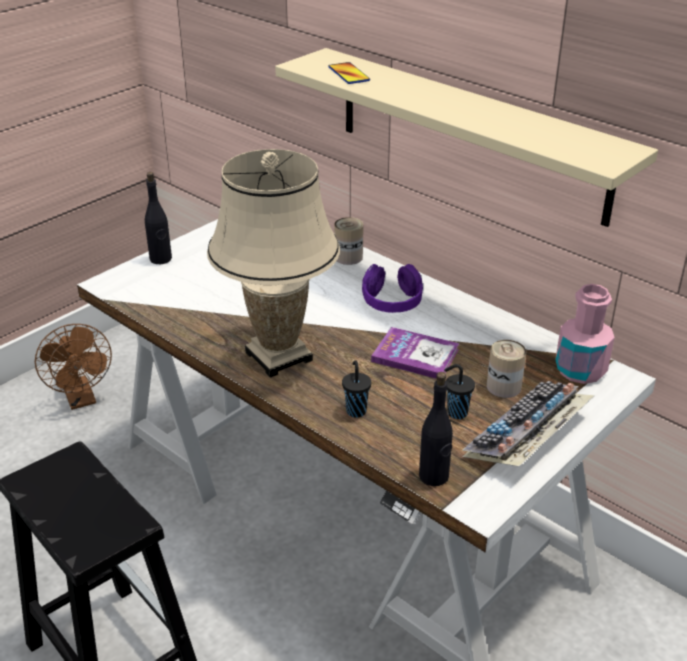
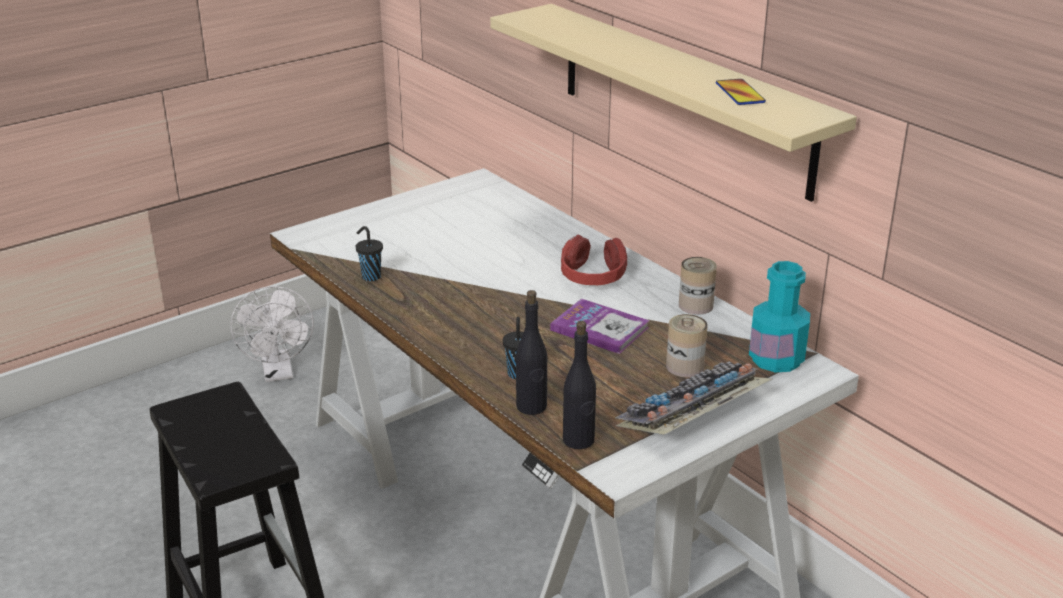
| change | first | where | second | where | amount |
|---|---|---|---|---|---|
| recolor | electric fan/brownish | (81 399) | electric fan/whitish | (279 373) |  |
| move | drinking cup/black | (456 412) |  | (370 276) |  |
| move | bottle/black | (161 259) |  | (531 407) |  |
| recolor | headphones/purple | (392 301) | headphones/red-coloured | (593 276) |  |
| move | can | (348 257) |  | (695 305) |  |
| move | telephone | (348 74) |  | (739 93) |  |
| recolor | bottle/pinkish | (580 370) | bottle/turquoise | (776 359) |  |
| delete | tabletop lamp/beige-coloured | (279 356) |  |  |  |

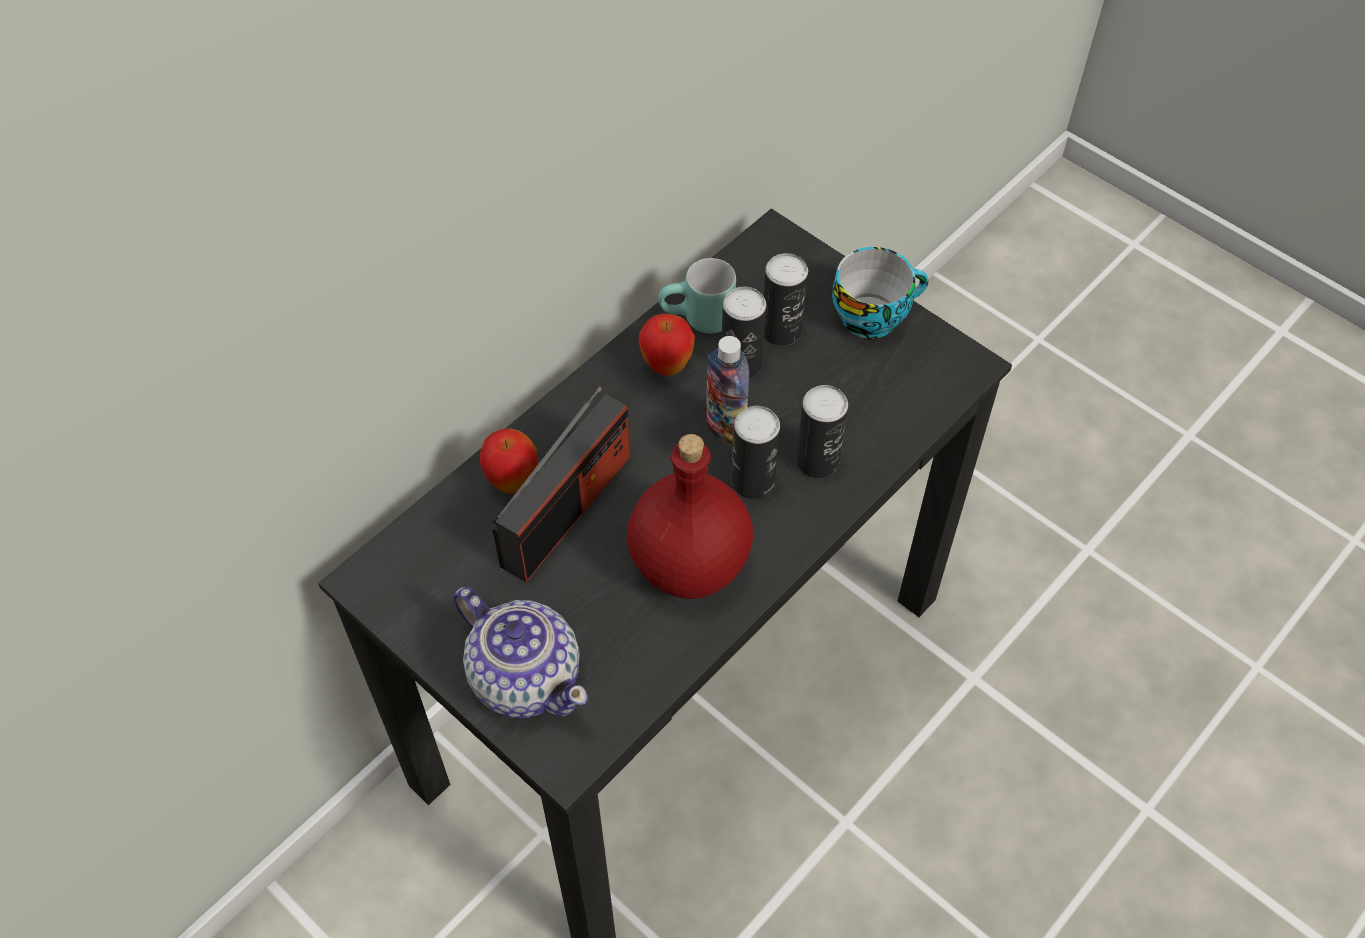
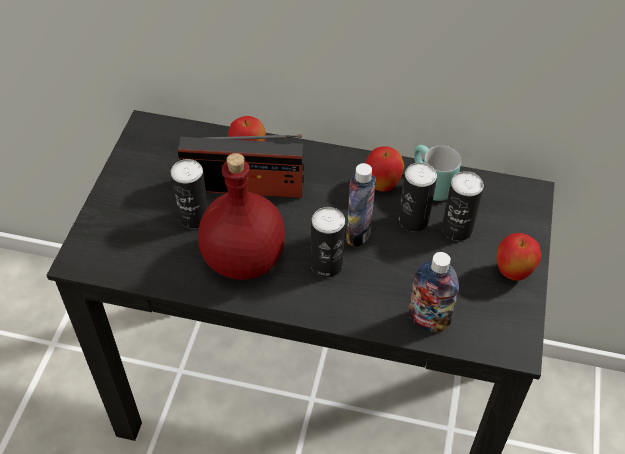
| change | first | where | second | where | amount |
|---|---|---|---|---|---|
| move | can | (817 461) |  | (194 217) |  |
| insert |  |  | bottle | (428 320) |  |
| replace | drinking cup | (872 315) | apple fruit | (512 273) |  |
| delete | tea pot | (525 676) |  |  |  |

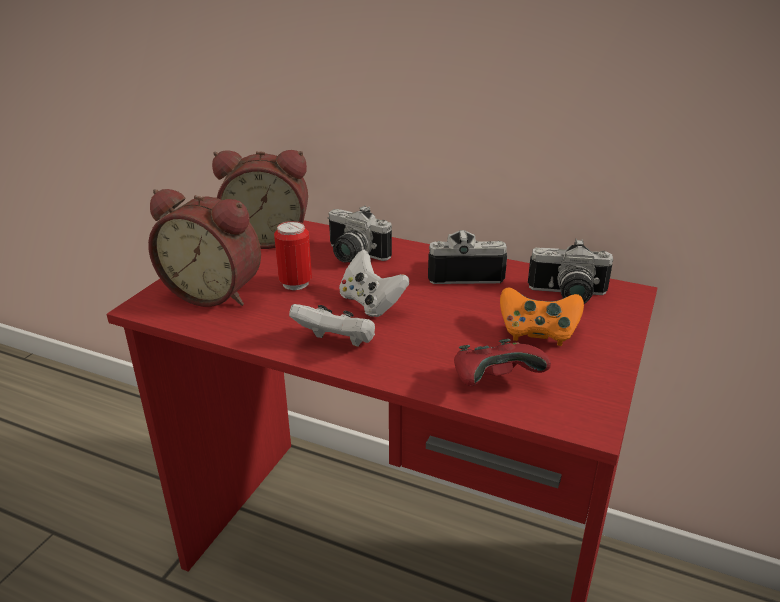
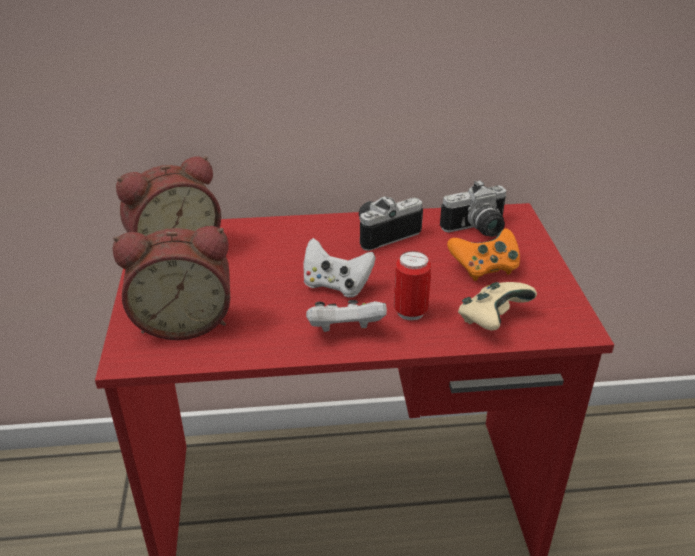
| change | first | where | second | where | amount |
|---|---|---|---|---|---|
| move | can | (295 283) |  | (410 312) |  |
| recolor | game controller/red-coloured | (495 381) | game controller/beige-coloured | (492 319) |  |
| delete | photo camera | (352 256) |  |  |  |

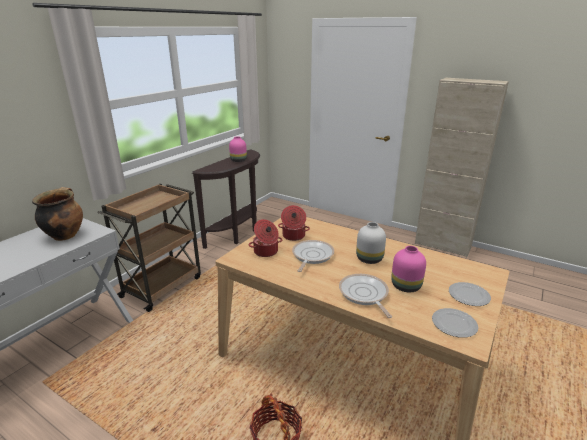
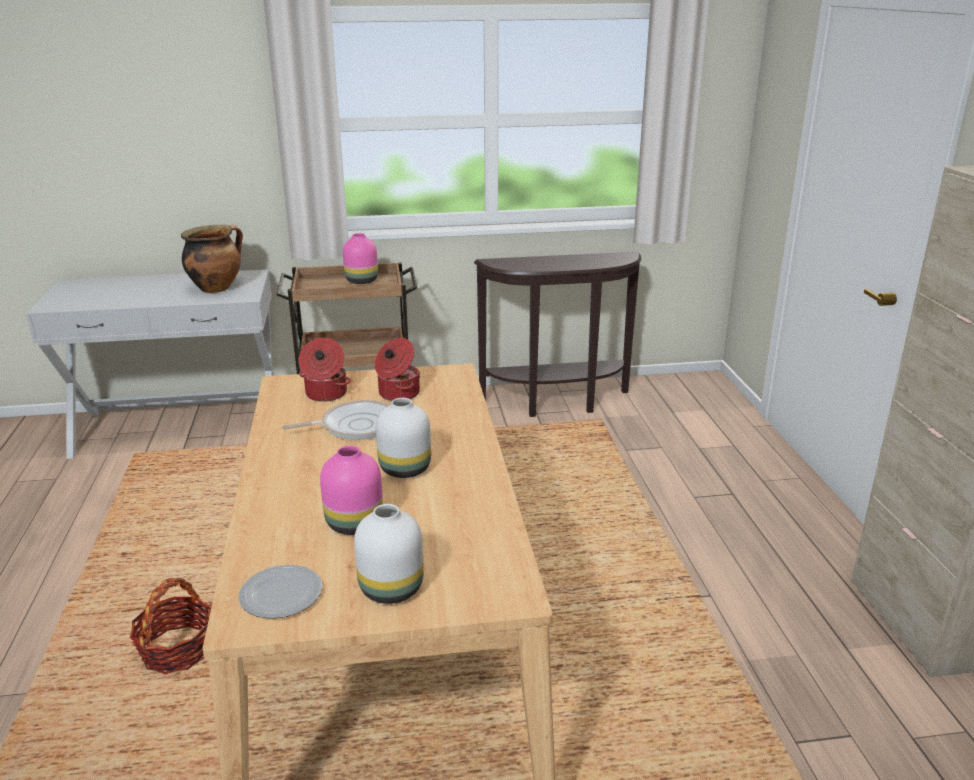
| change | first | where | second | where | amount |
|---|---|---|---|---|---|
| move | decorative vase/pinkish | (238 160) |  | (361 281) |  |
| replace | dinner plate | (468 296) | decorative vase/whitish | (389 589) |  |
| delete | frying pan | (364 294) |  |  |  |

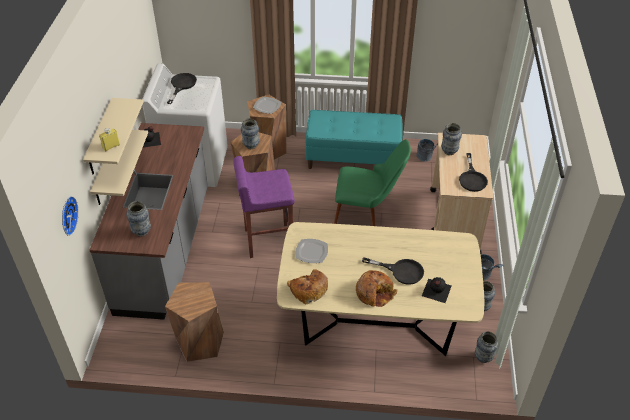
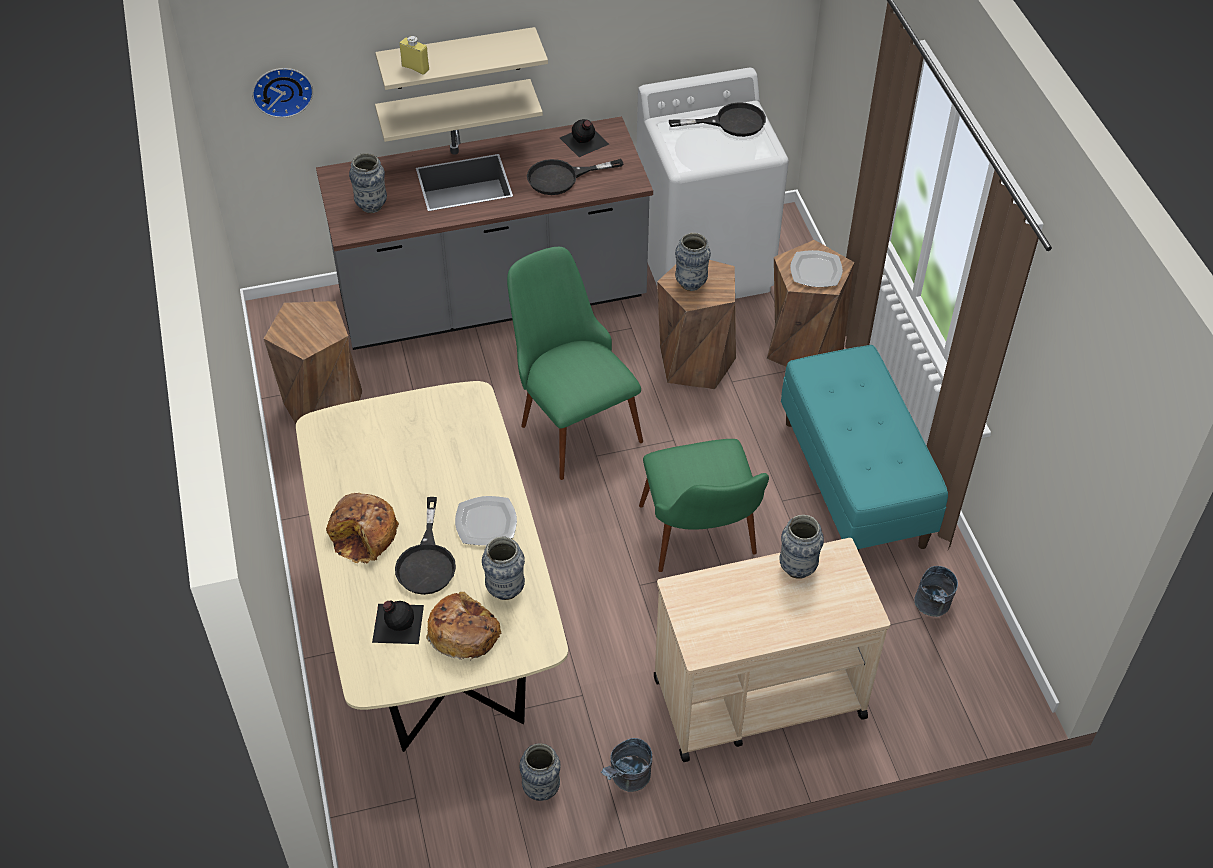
| change | first | where | second | where | amount |
|---|---|---|---|---|---|
| move | bread | (308 289) |  | (463 632) |  |
| move | dinner plate | (311 252) |  | (485 522) |  |
| move | decorative vase | (483 357) |  | (505 590) |  |
| replace | sitting stool/purple | (267 240) | upright chair/green | (571 420) |  |
| move | frying pan/black | (472 178) |  | (562 178) |  |

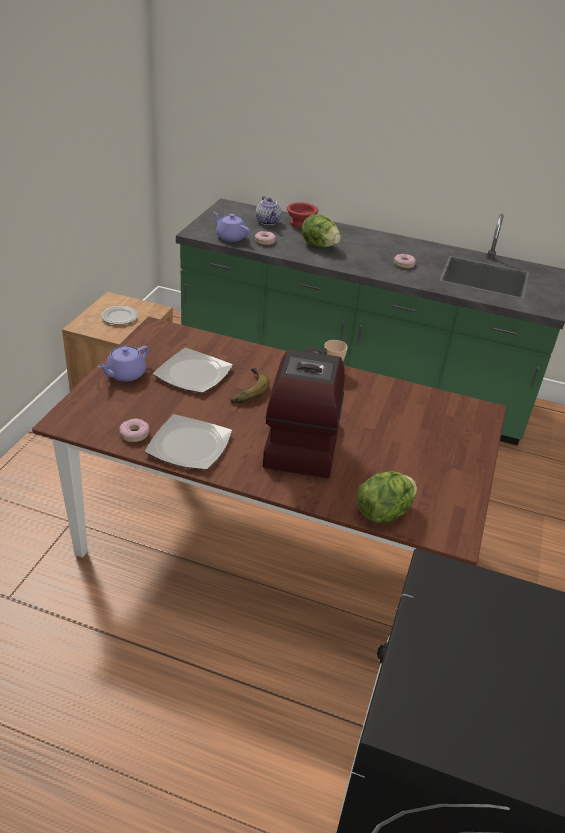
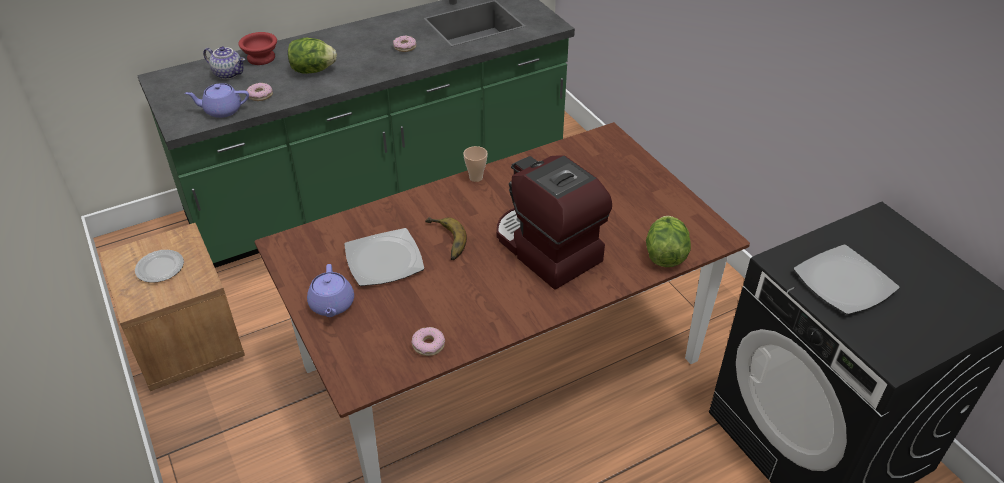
| change | first | where | second | where | amount |
|---|---|---|---|---|---|
| move | dinner plate | (189 446) |  | (845 283) |  |

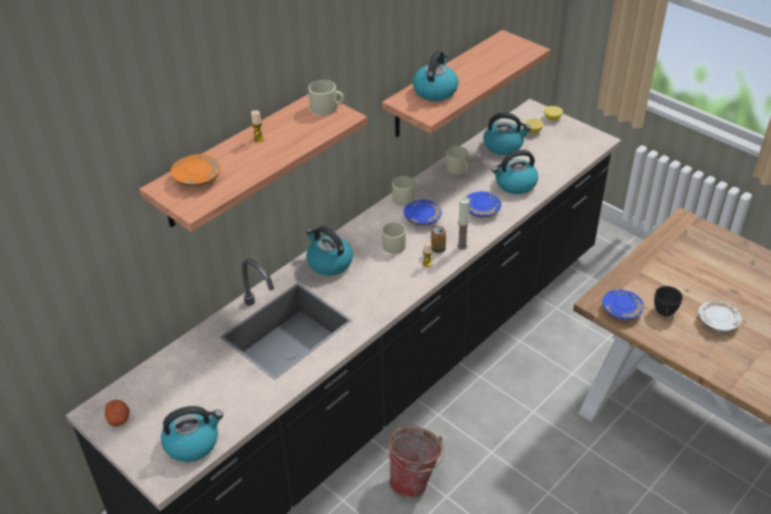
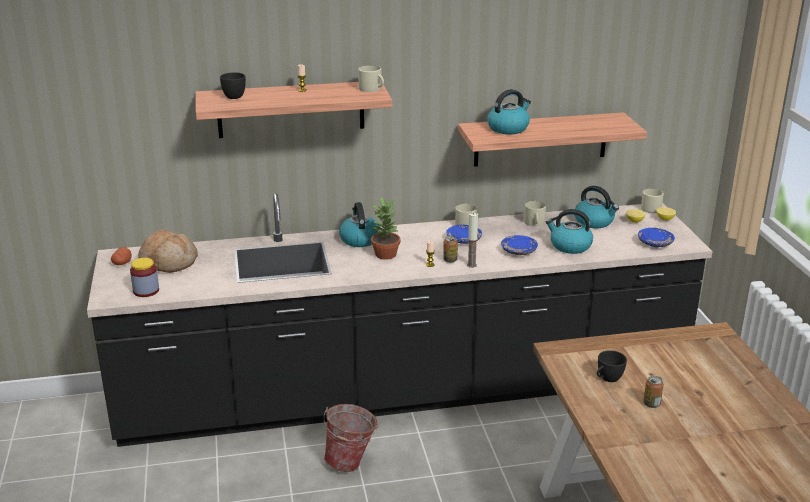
| change | first | where | second | where | amount |
|---|---|---|---|---|---|
| replace | water kettle | (193 442) | preserve jar | (146 291) |  |
| insert |  |  | bread | (169 262) |  |
| replace | dinner plate/orange-coloured | (197 178) | drinking cup/black | (235 95) |  |
| insert |  |  | potted plant | (386 254) |  |
| move | dinner plate/blue-coloured | (621 310) |  | (655 243) |  |
| move | tea mug/beige-coloured | (393 243) |  | (652 208) |  |
| replace | dinner plate/whitish | (717 322) | can | (651 404) |  |

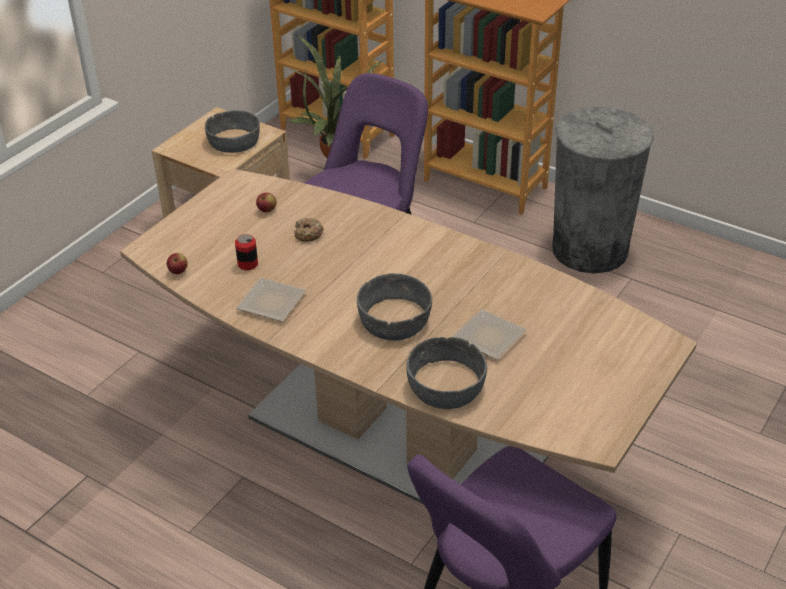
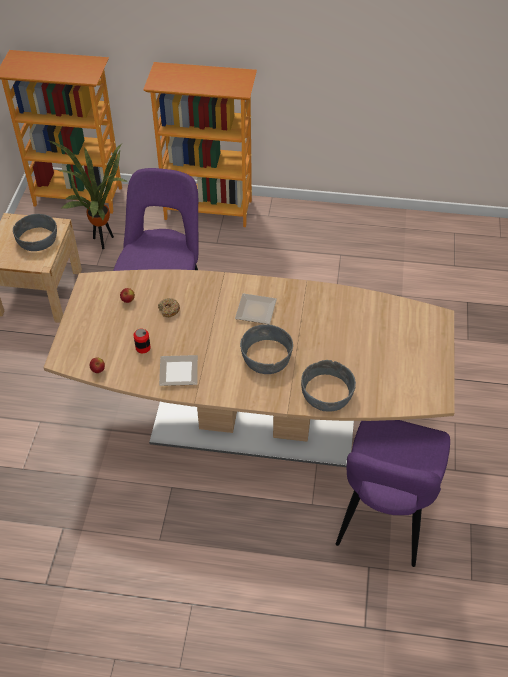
| change | first | where | second | where | amount |
|---|---|---|---|---|---|
| move | dinner plate | (489 339) |  | (257 312) |  |
| delete | waste bin/greyish | (590 250) |  |  |  |

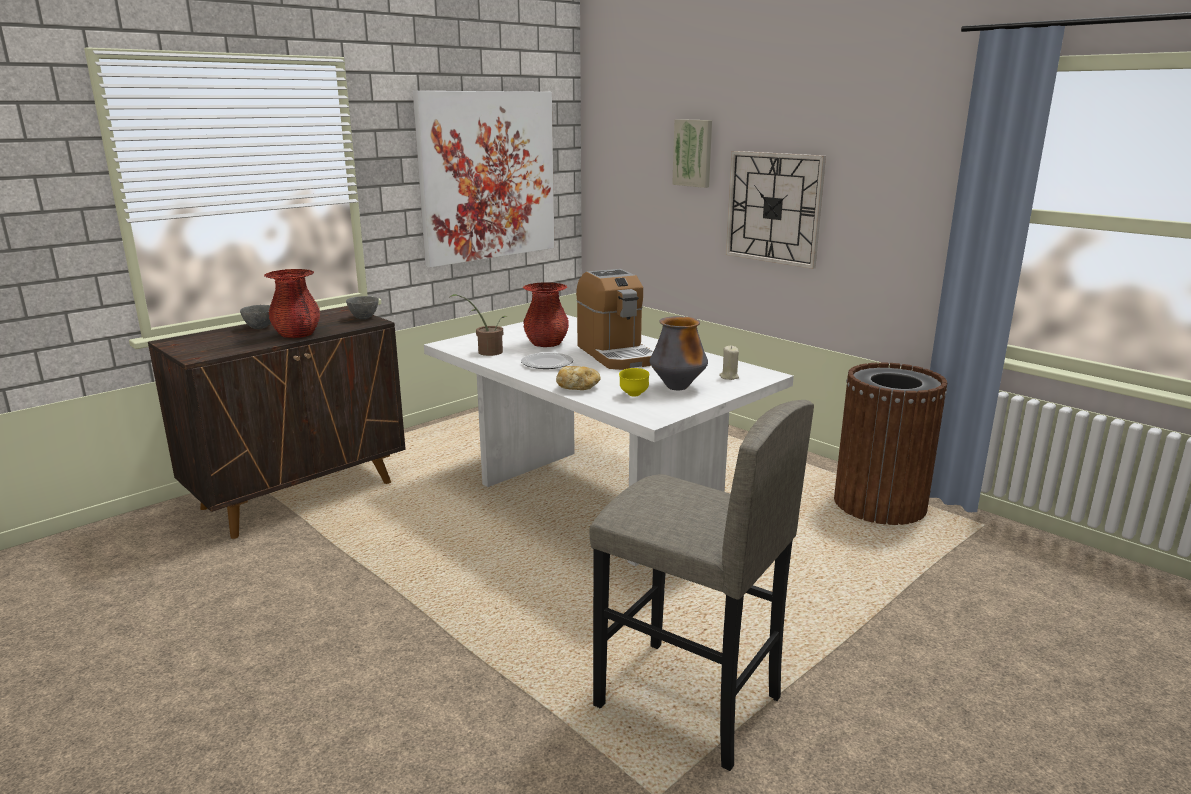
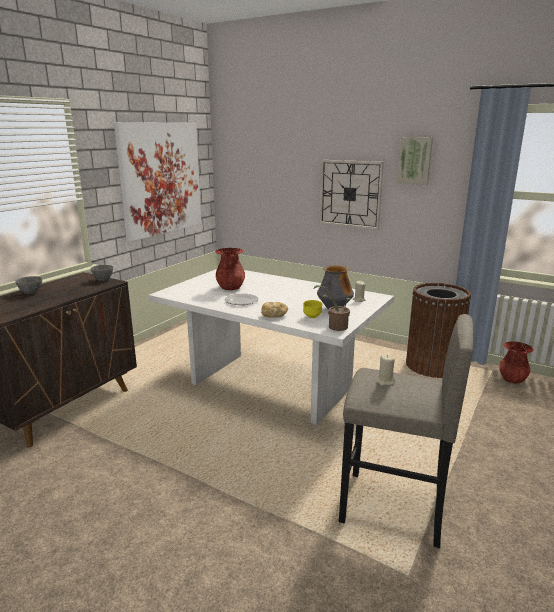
| change | first | where | second | where | amount |
|---|---|---|---|---|---|
| move | potted plant | (486 352) |  | (335 327) |  |
| insert |  |  | wax candle/beige-coloured | (385 381) |  |
| move | picture | (693 153) |  | (415 160) |  |
| move | decorative vase/red-coloured | (297 334) |  | (512 379) |  |
| delete | coffee maker | (616 354) |  |  |  |

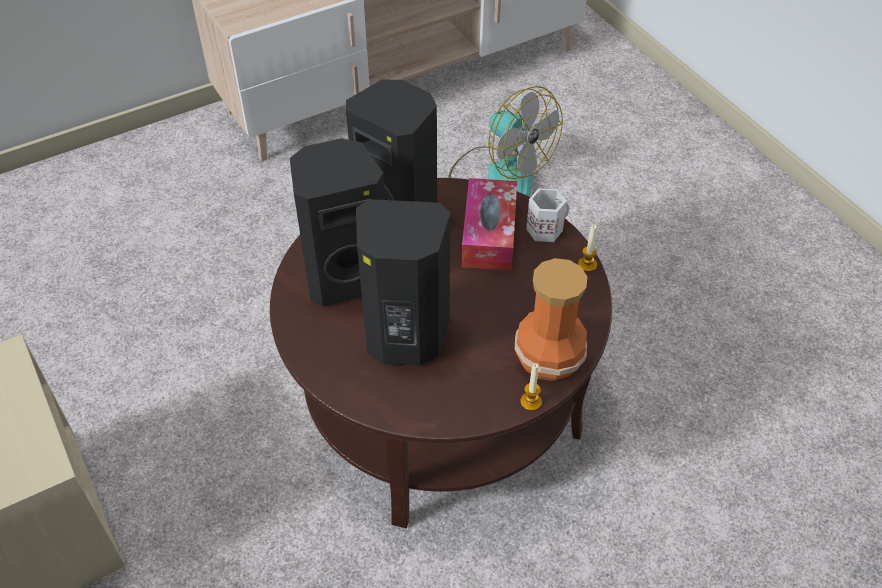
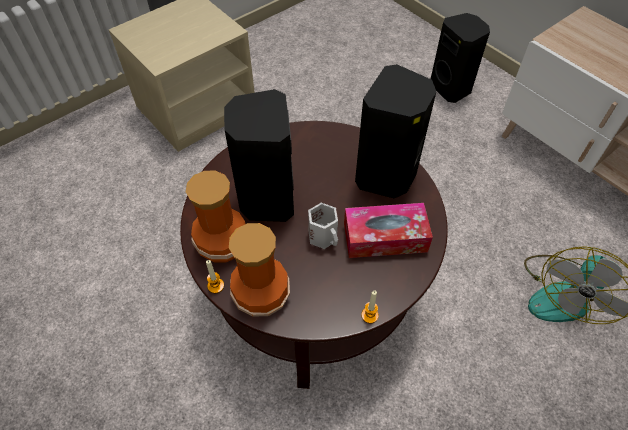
| change | first | where | second | where | amount |
|---|---|---|---|---|---|
| insert |  |  | decorative vase | (221 244) |  |
| move | tea mug/whitish | (545 228) |  | (324 236) |  |
| move | loudspeaker/black | (345 277) |  | (451 88) |  |

